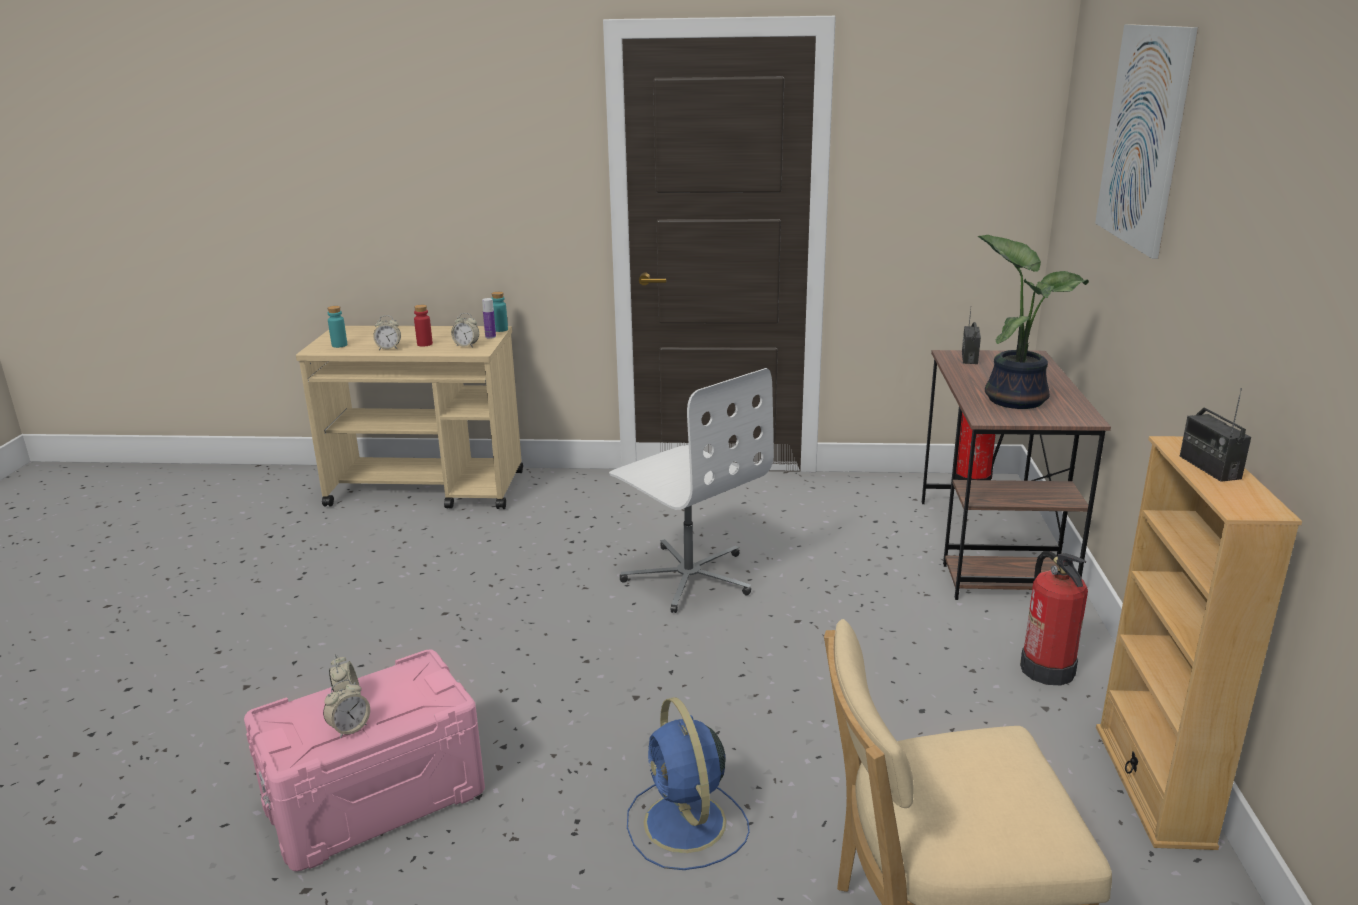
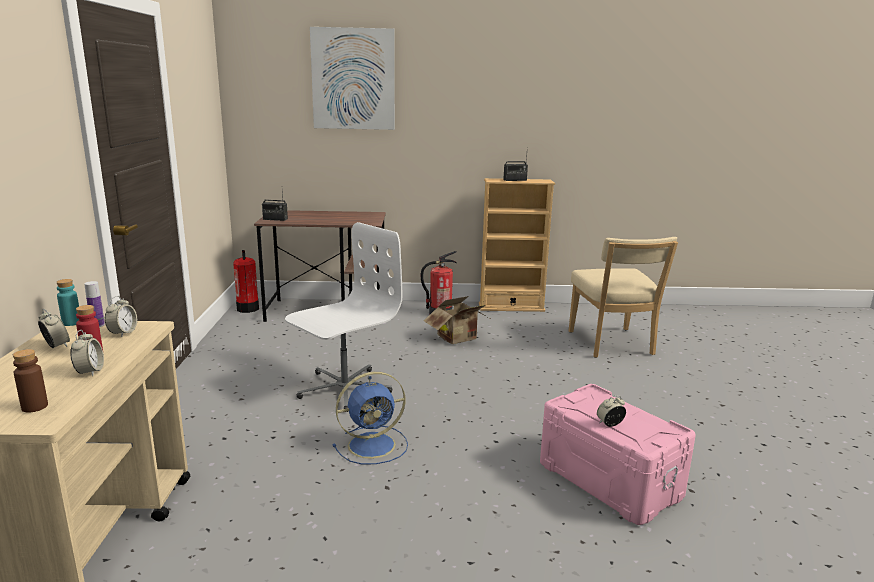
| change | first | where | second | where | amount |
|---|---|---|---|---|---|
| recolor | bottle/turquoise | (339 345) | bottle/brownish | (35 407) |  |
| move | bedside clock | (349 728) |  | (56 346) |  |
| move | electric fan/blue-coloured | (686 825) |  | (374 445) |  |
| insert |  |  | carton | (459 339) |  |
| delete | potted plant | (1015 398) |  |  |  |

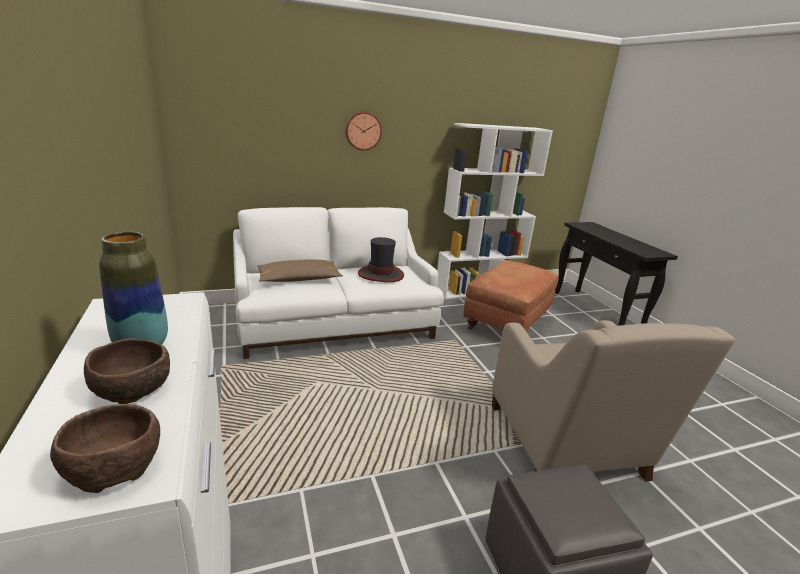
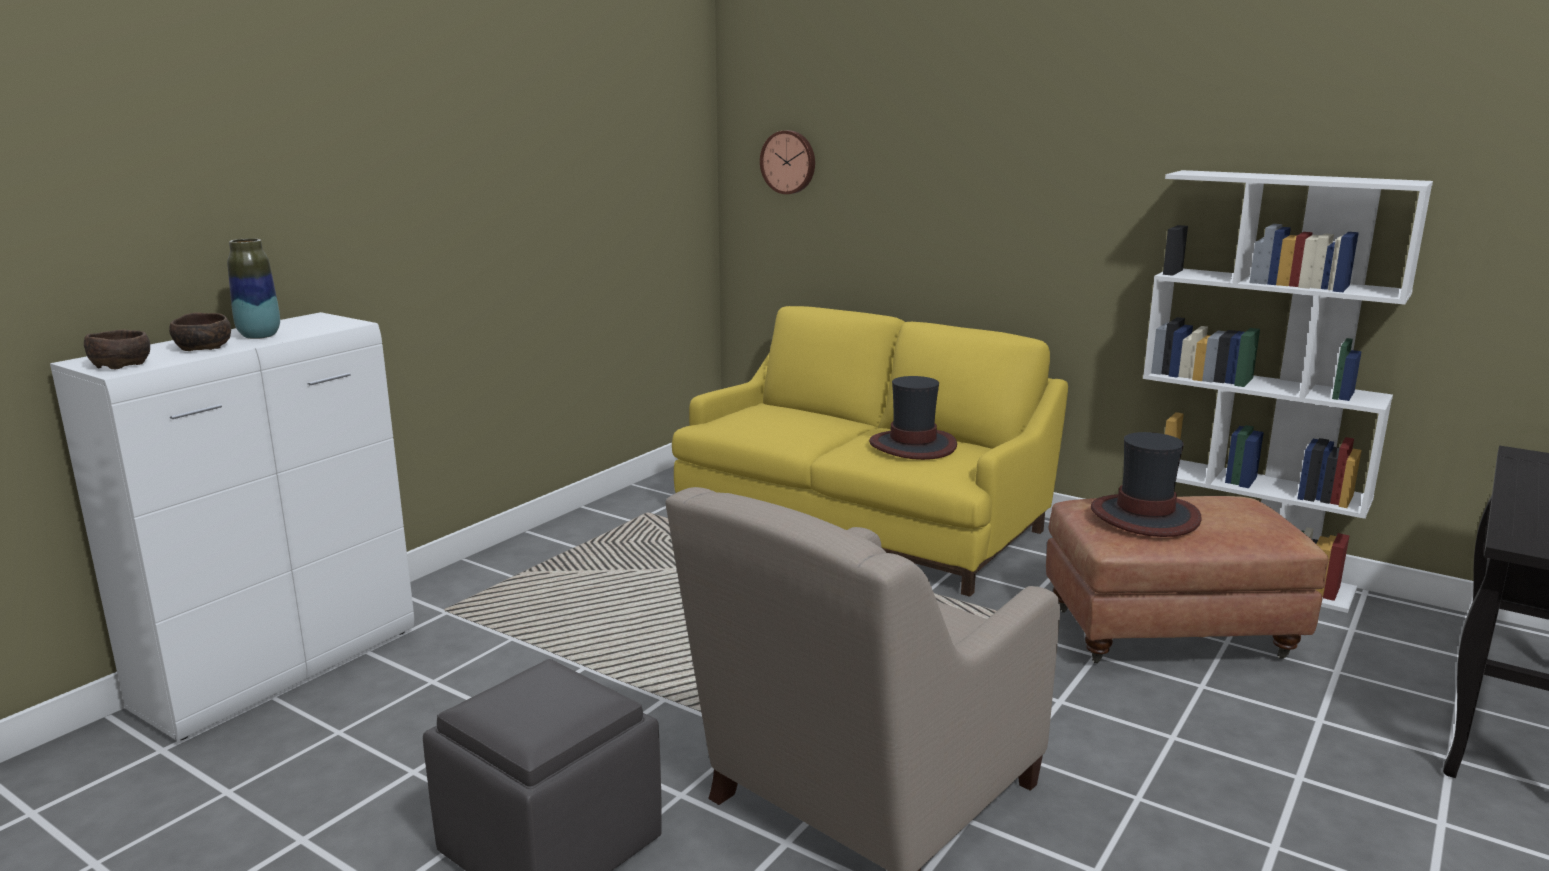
| change | first | where | second | where | amount |
|---|---|---|---|---|---|
| recolor | settee/whitish | (335 321) | settee/yellow | (863 521) |  |
| move | wall clock | (363 131) |  | (789 162) |  |
| insert |  |  | hat | (1145 516) |  |
| delete | throw pillow/brownish | (299 279) |  |  |  |

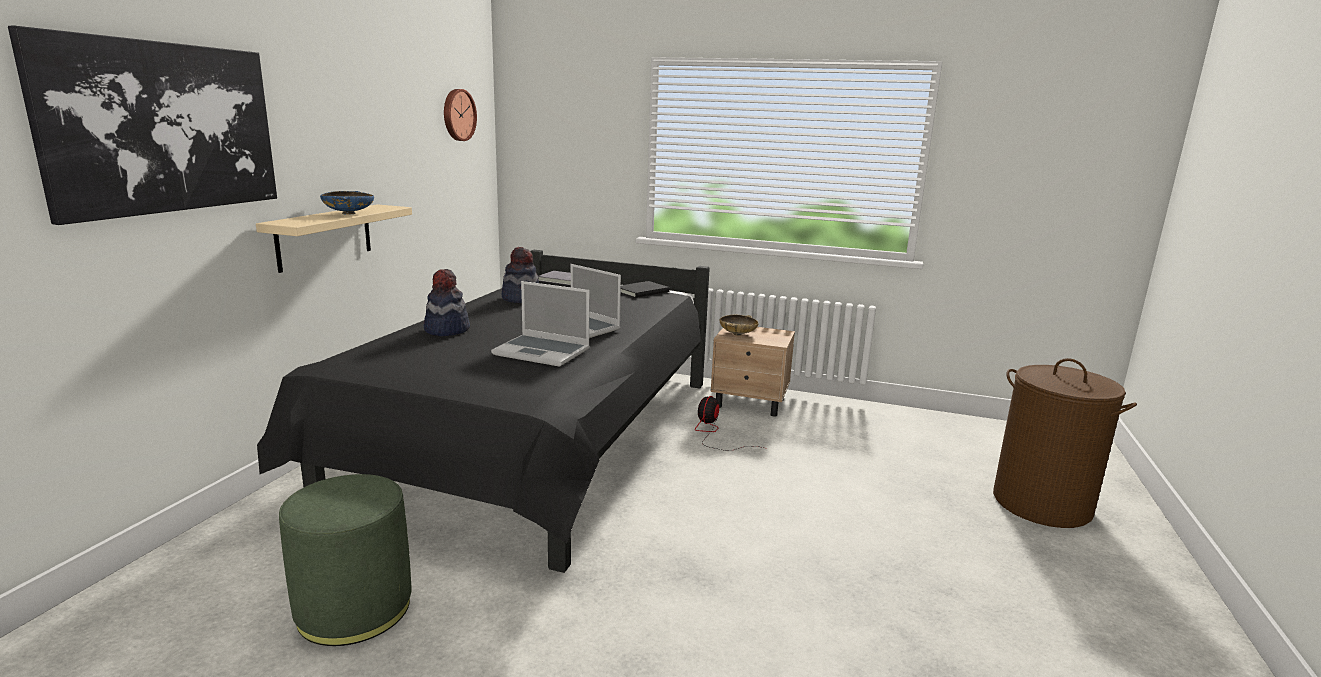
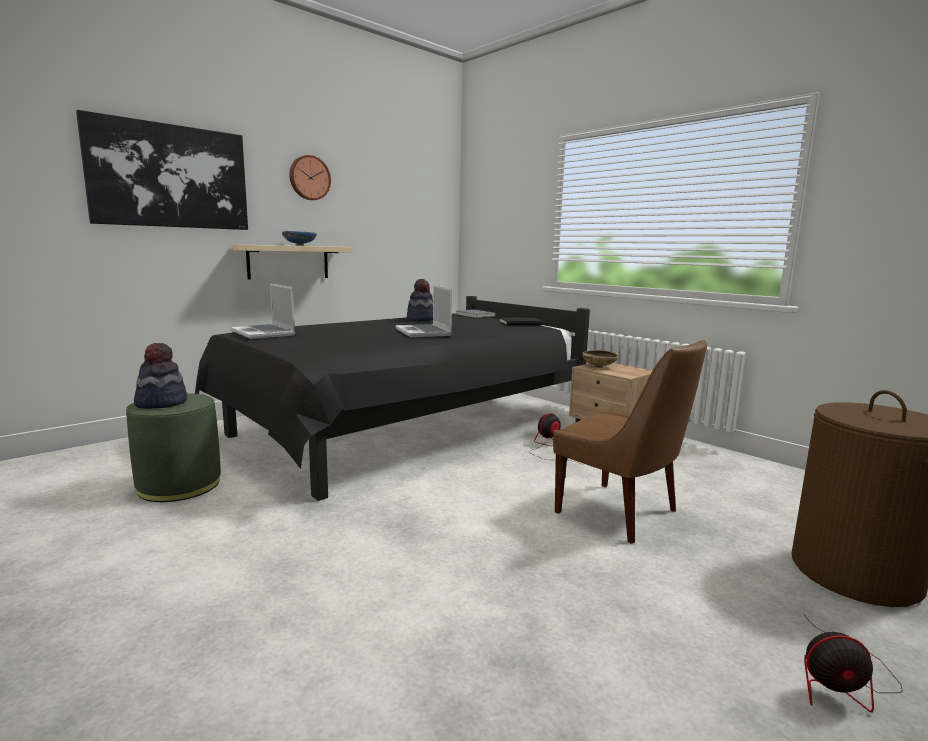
| change | first | where | second | where | amount |
|---|---|---|---|---|---|
| move | hat | (446 330) |  | (161 403) |  |
| move | notebook computer | (543 352) |  | (264 333) |  |
| move | wall clock | (458 115) |  | (309 178) |  |
| insert |  |  | upright chair/brownish | (620 513) |  |
| insert |  |  | electric fan | (841 682) |  |

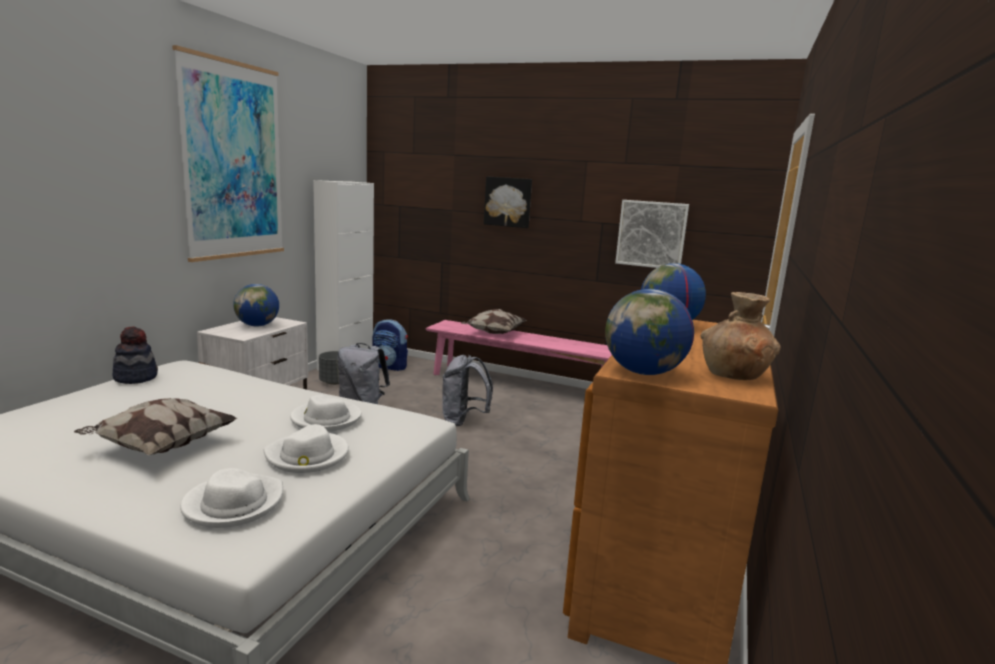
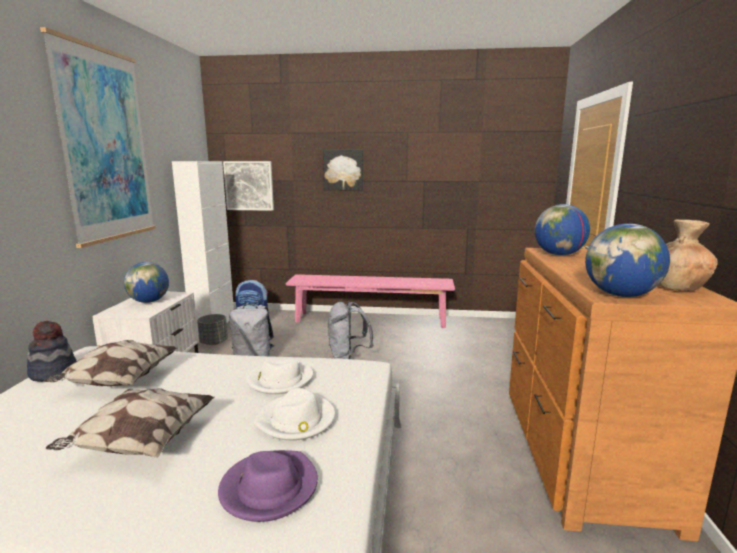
| change | first | where | second | where | amount |
|---|---|---|---|---|---|
| move | throw pillow | (493 333) |  | (118 381) |  |
| recolor | hat/whitish | (233 504) | hat/purple | (269 488) |  |
| move | picture | (651 234) |  | (249 185) |  |

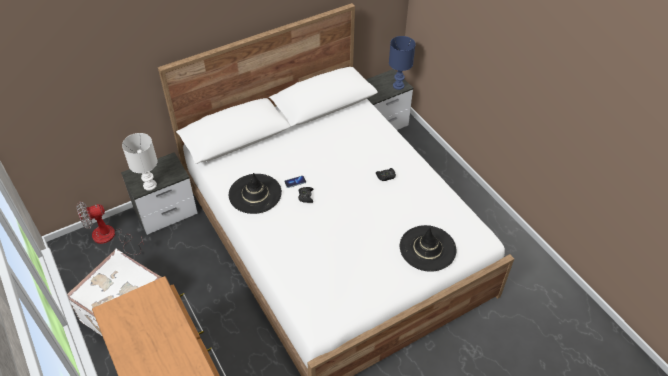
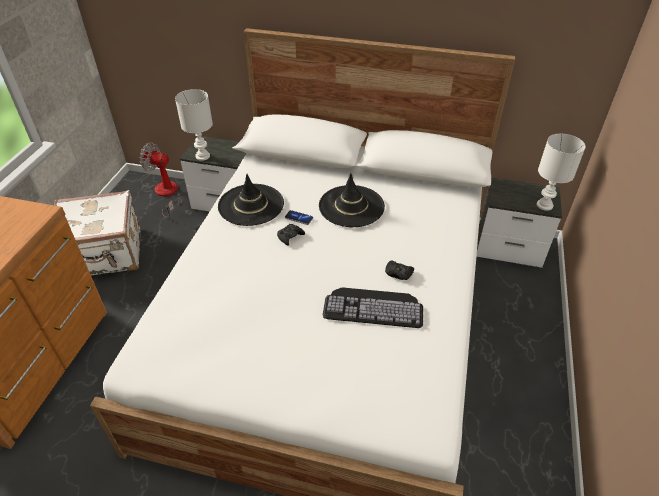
| change | first | where | second | where | amount |
|---|---|---|---|---|---|
| move | hat/black | (427 248) |  | (351 206) |  |
| insert |  |  | PC keyboard | (374 306) |  |
| recolor | tabletop lamp/blue-coloured | (399 86) | tabletop lamp/whitish | (545 205) |  |

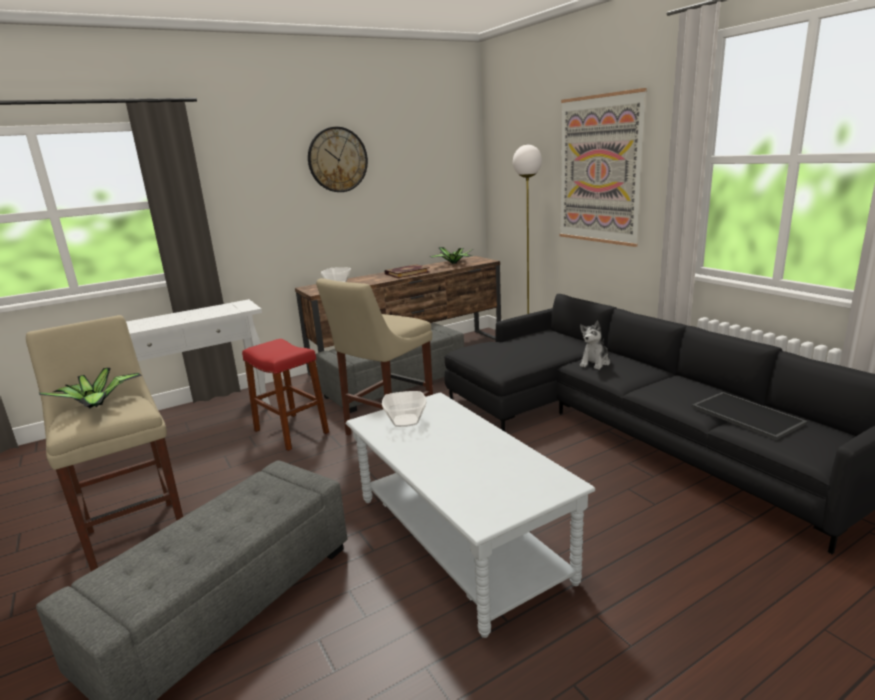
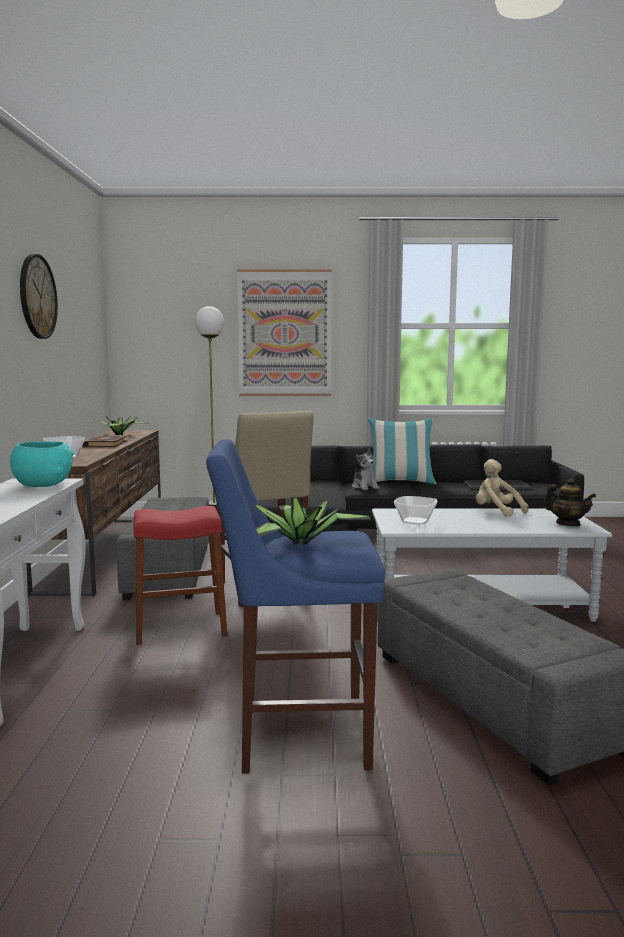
| change | first | where | second | where | amount |
|---|---|---|---|---|---|
| insert |  |  | deep dish/turquoise | (43 485) |  |
| recolor | sitting stool/beige-coloured | (137 533) | sitting stool/blue-coloured | (296 737) |  |
| insert |  |  | throw pillow | (401 481) |  |
| insert |  |  | plush toy/beige-coloured | (496 512) |  |
| insert |  |  | tea pot | (568 524) |  |

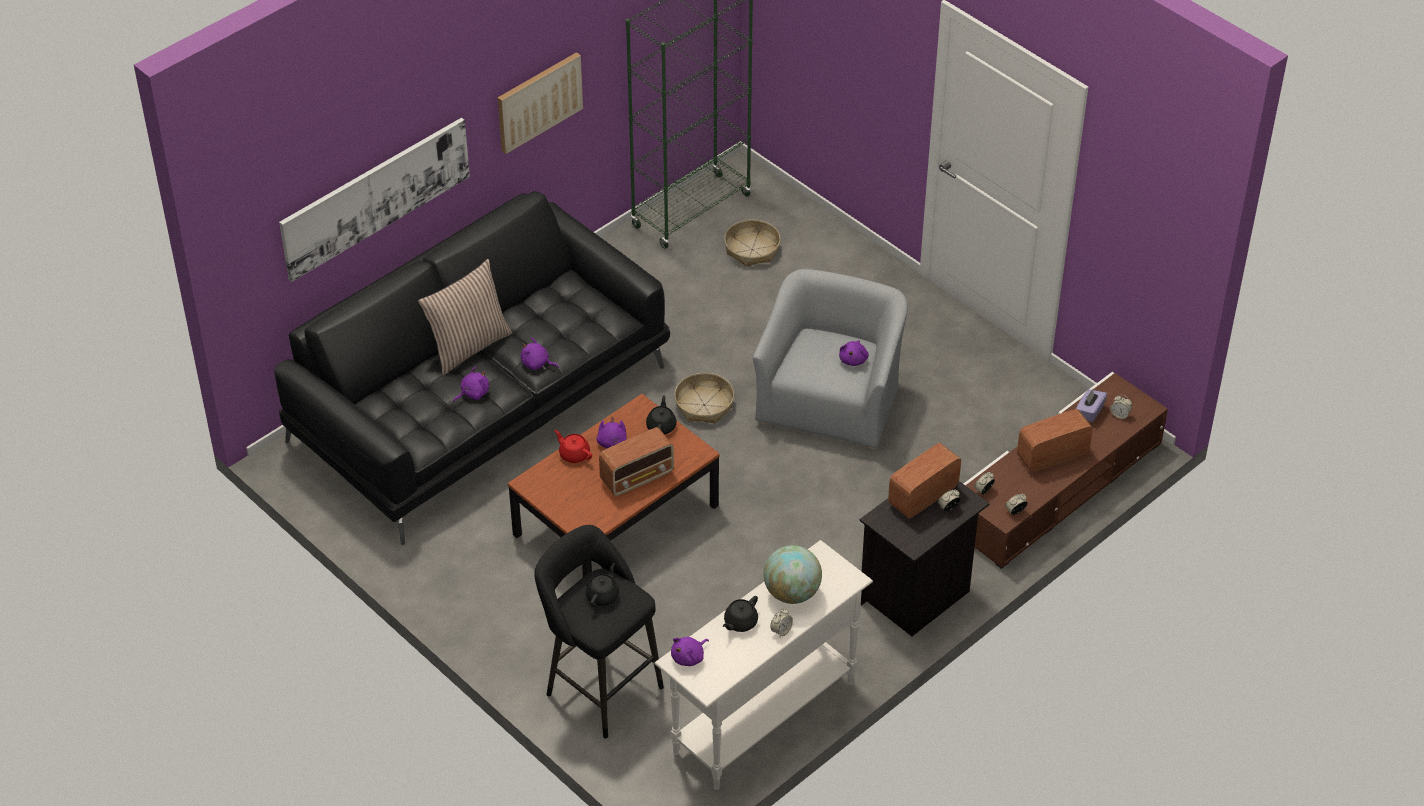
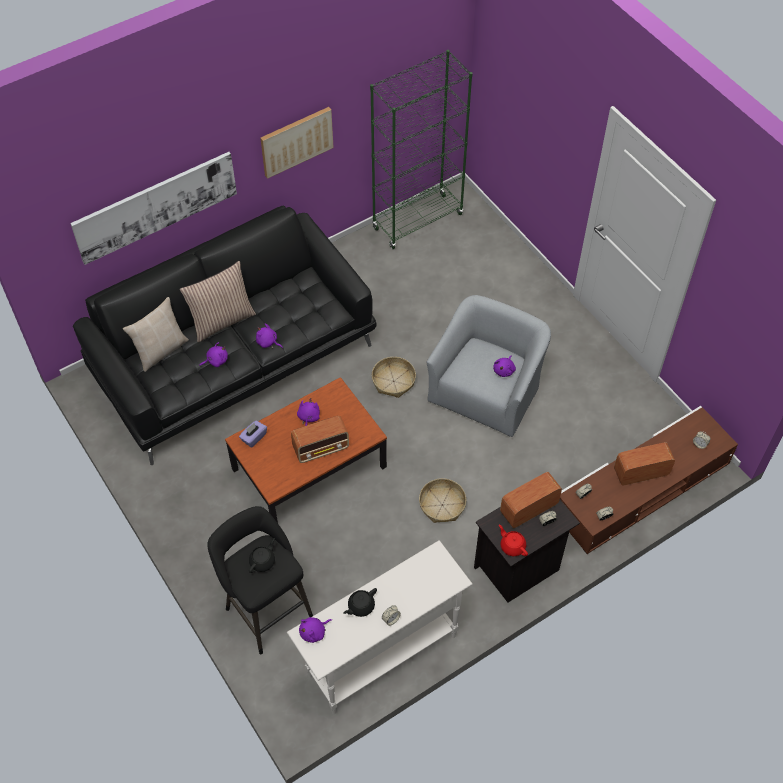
| change | first | where | second | where | amount |
|---|---|---|---|---|---|
| insert |  |  | throw pillow/beige-coloured | (161 350) |  |
| move | tissue box/purple | (1089 412) |  | (253 438) |  |
| move | storage basket | (752 250) |  | (442 505) |  |
| move | tea pot/red-coloured | (574 454) |  | (512 546) |  |
| delete | tea pot/black | (661 426) |  |  |  |
| delete | globe | (792 593) |  |  |  |

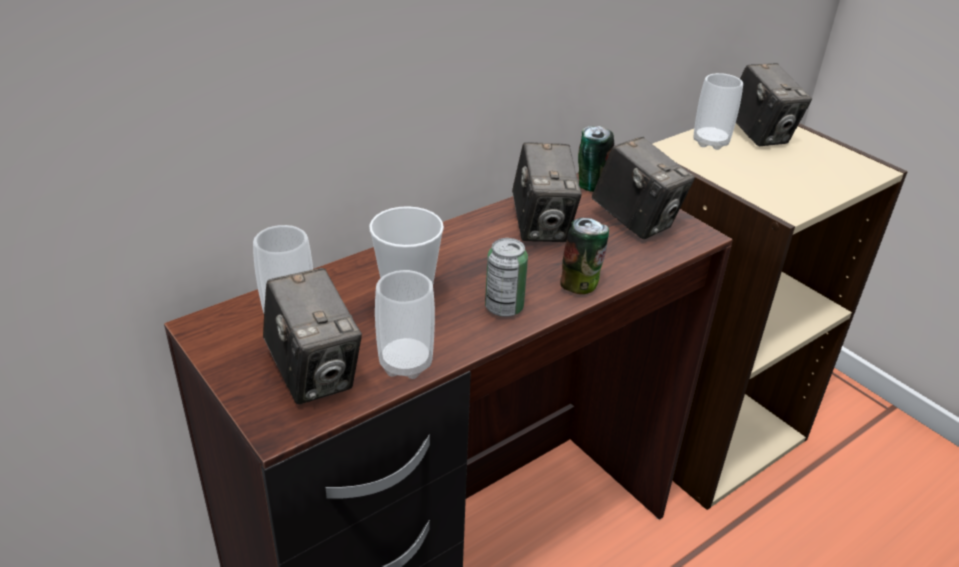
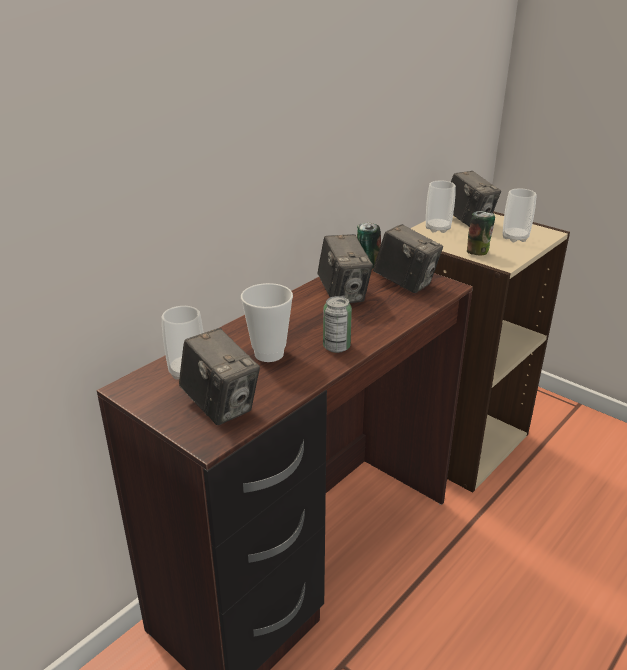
| change | first | where | second | where | amount |
|---|---|---|---|---|---|
| move | can | (580 285) |  | (478 252) |  |
| move | drinking cup | (405 363) |  | (515 238) |  |

